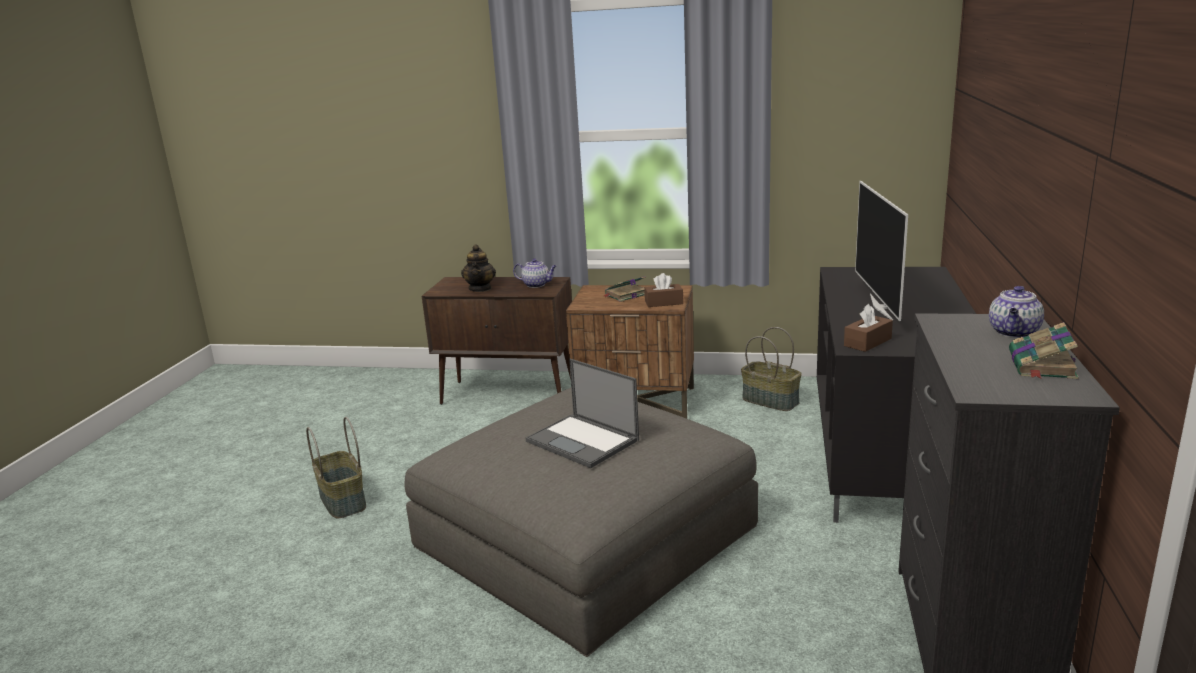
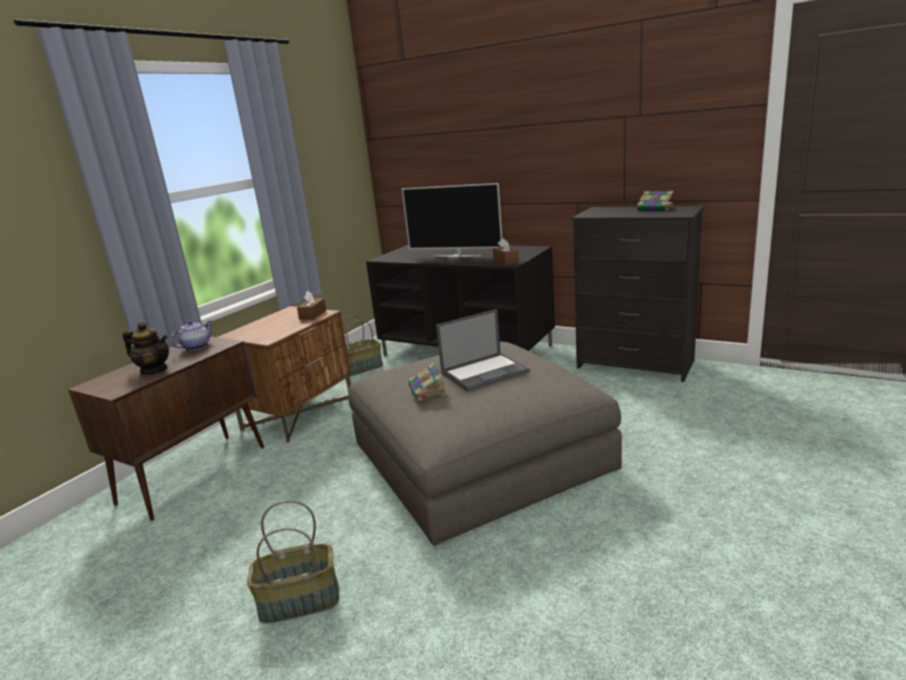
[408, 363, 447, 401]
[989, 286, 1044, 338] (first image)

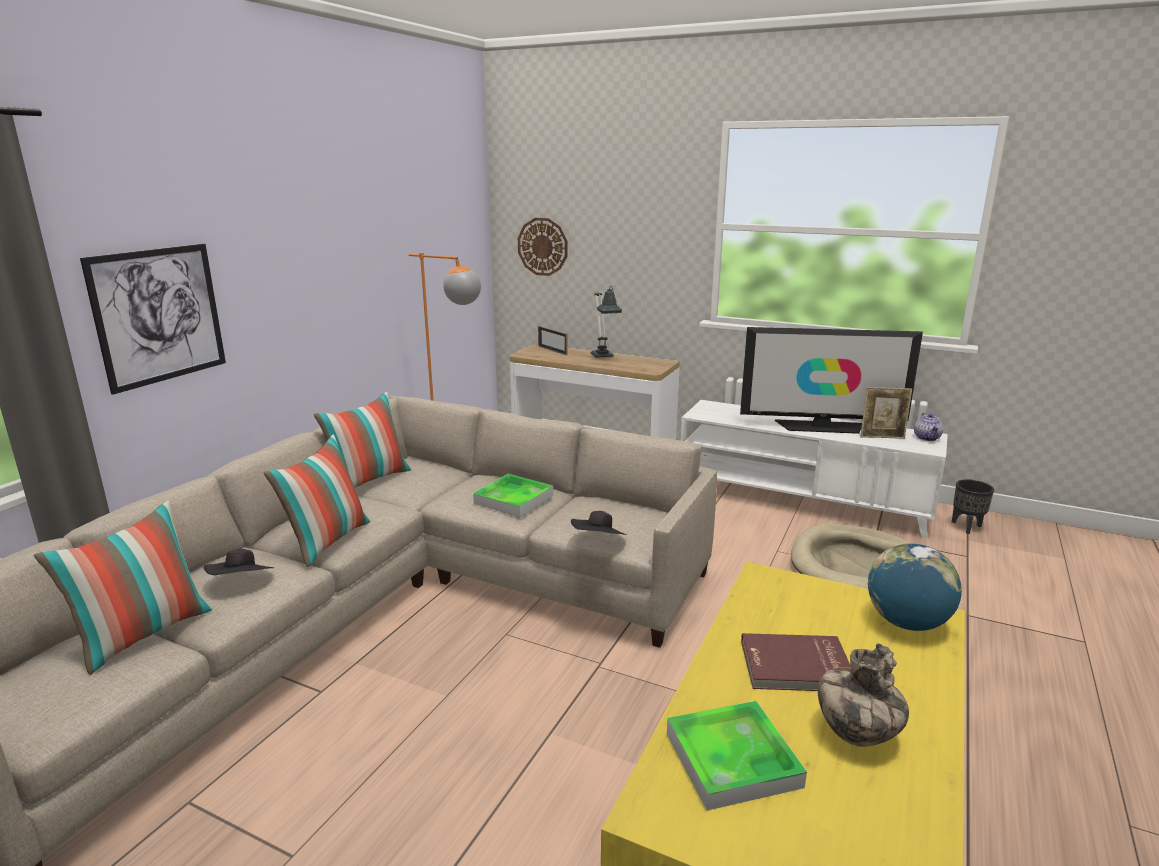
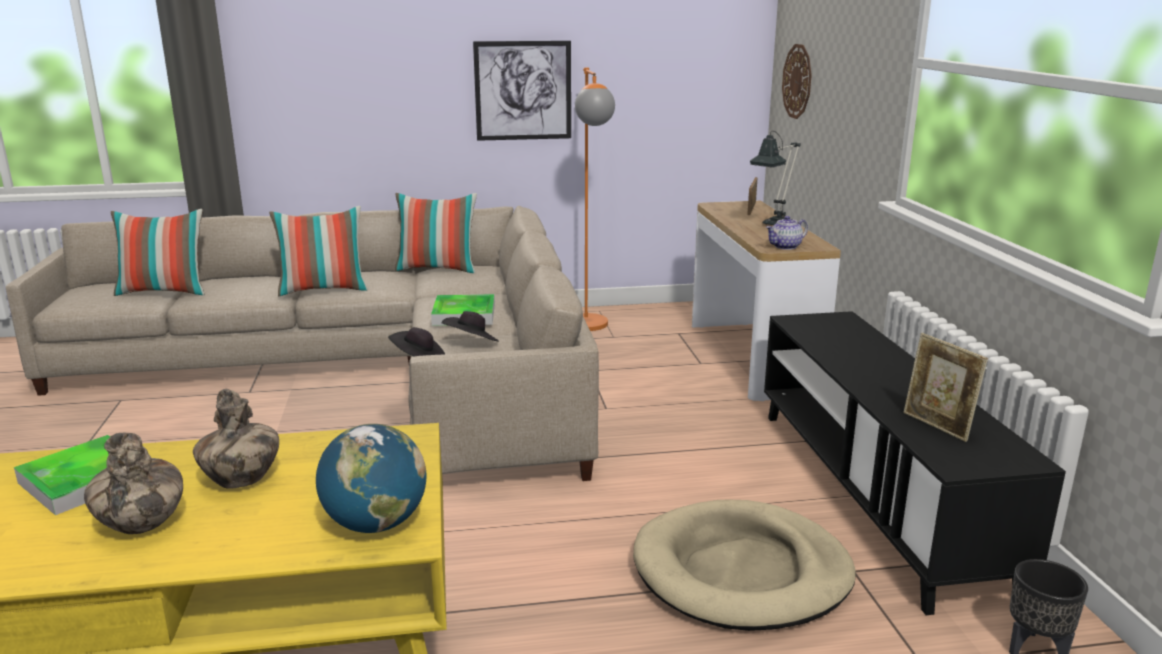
[473, 41, 571, 141]
[442, 311, 499, 342]
[764, 311, 1066, 615]
[740, 327, 923, 434] (first image)
[193, 389, 279, 489]
[766, 216, 808, 250]

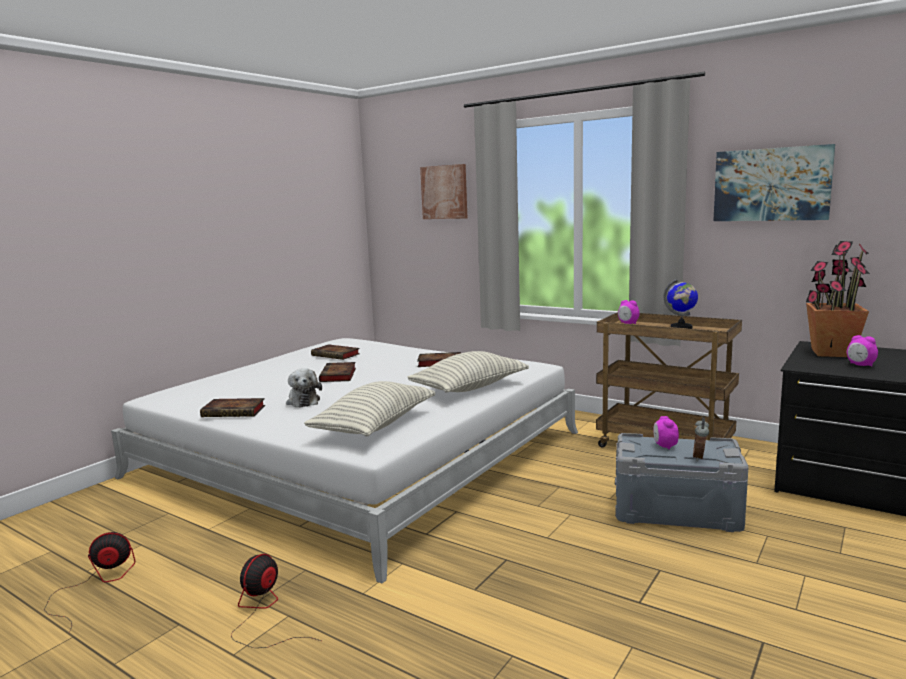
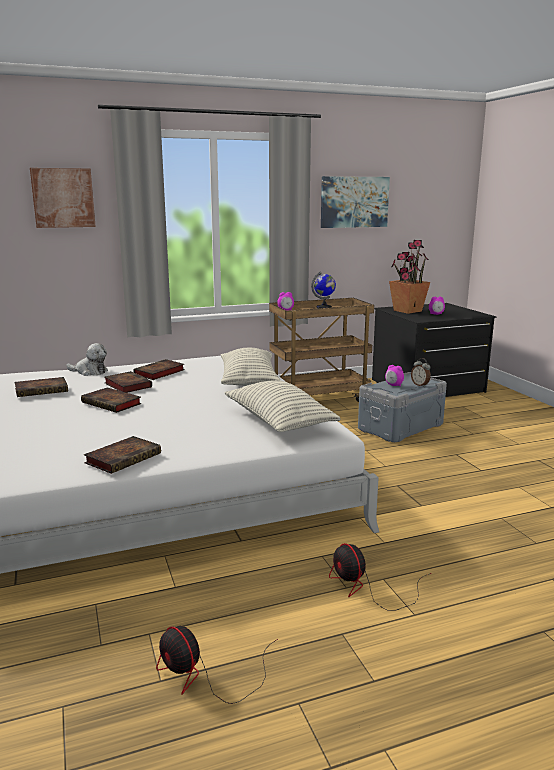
[156, 626, 278, 704]
[66, 343, 108, 376]
[104, 371, 152, 393]

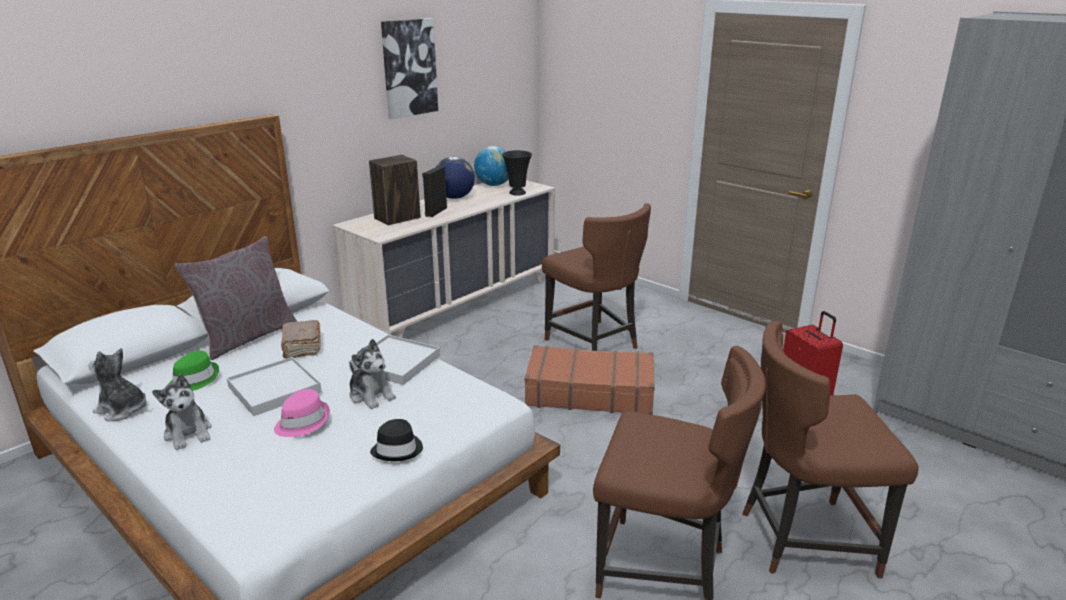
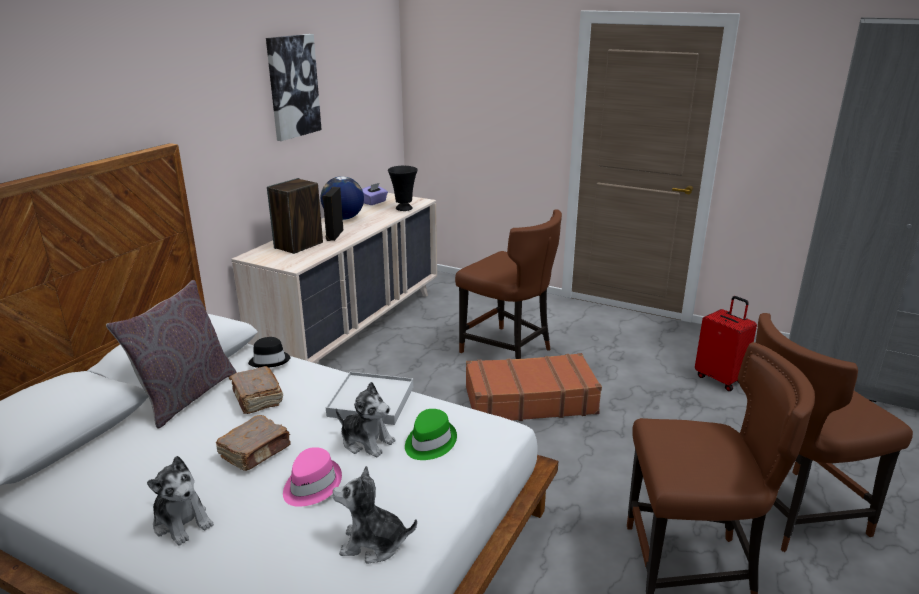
[333, 466, 417, 564]
[405, 409, 457, 460]
[215, 415, 291, 471]
[248, 337, 291, 368]
[362, 183, 388, 205]

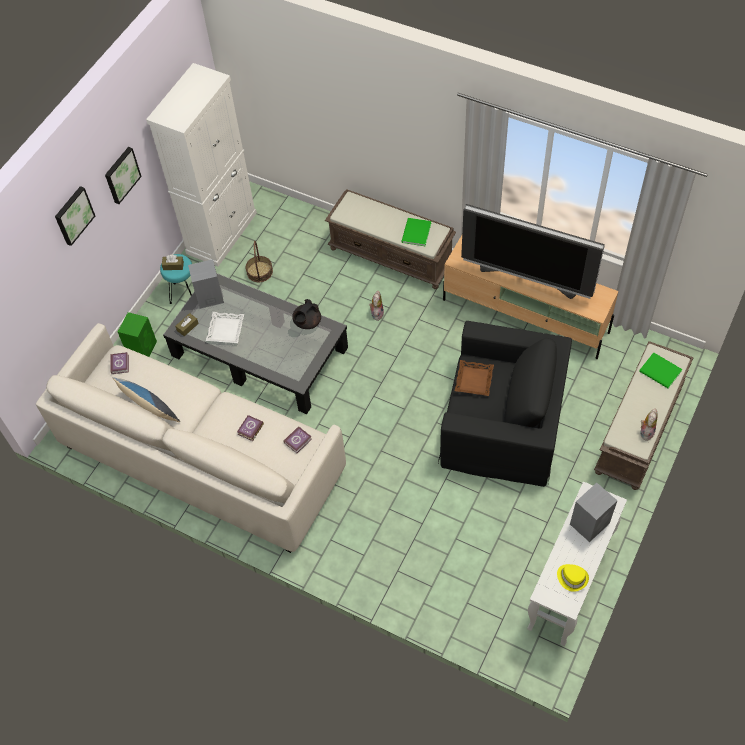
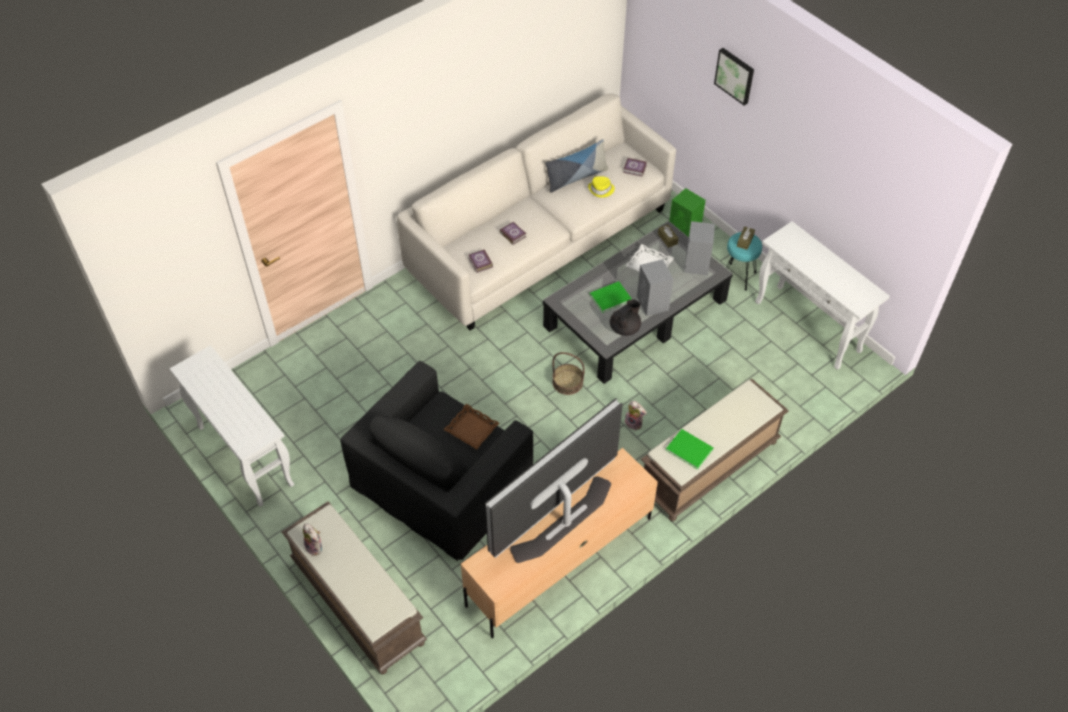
[105, 147, 142, 204] (first image)
[755, 221, 890, 370]
[552, 352, 585, 395]
[610, 300, 641, 336]
[588, 176, 615, 198]
[637, 259, 673, 316]
[589, 281, 632, 313]

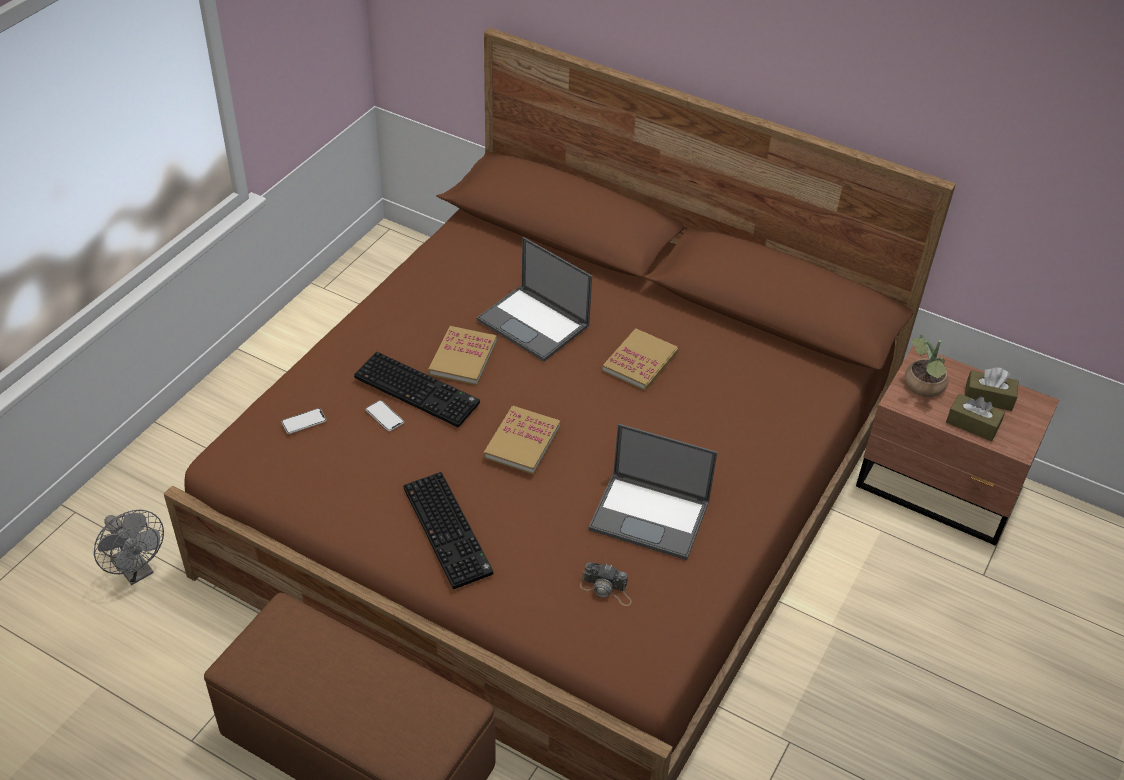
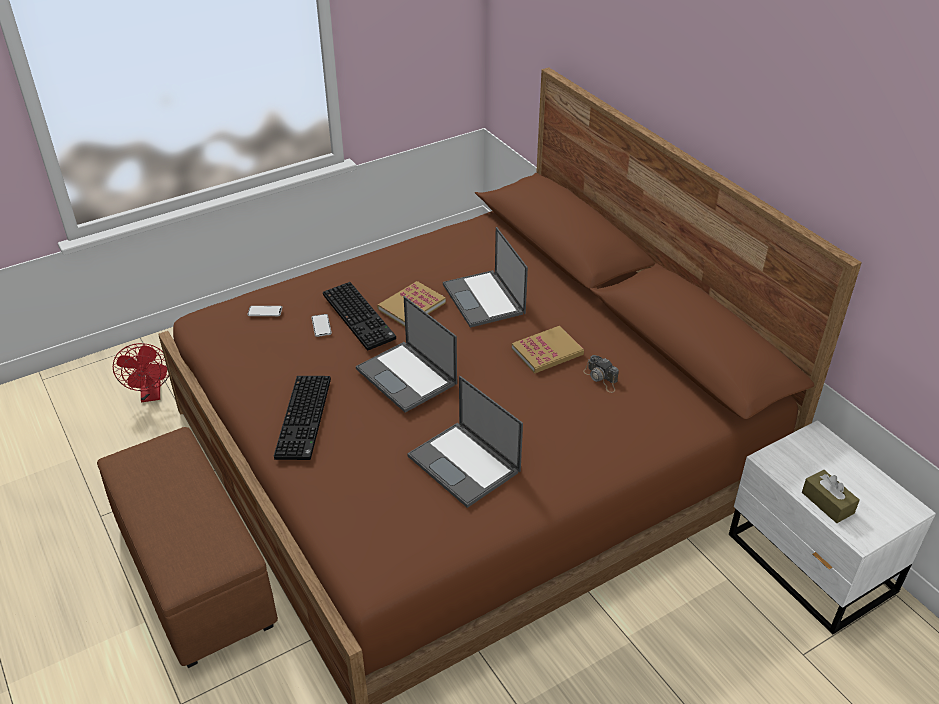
[113, 343, 169, 402]
[356, 296, 457, 413]
[583, 355, 619, 393]
[729, 420, 936, 634]
[905, 335, 949, 397] (first image)
[965, 367, 1018, 411] (first image)

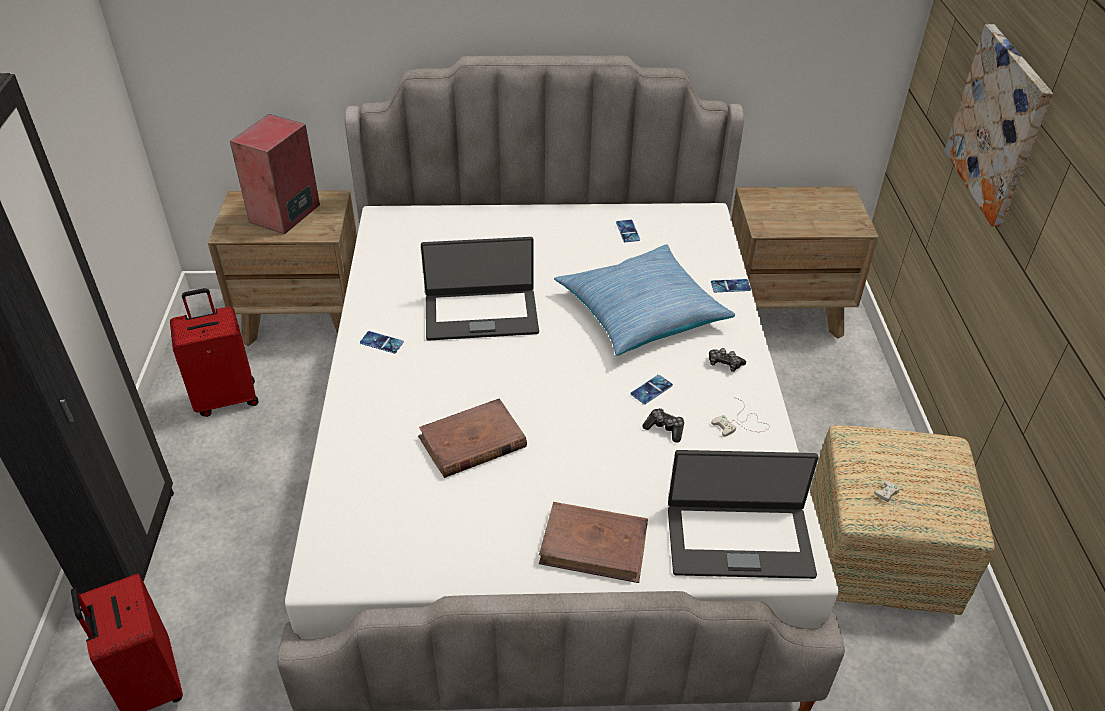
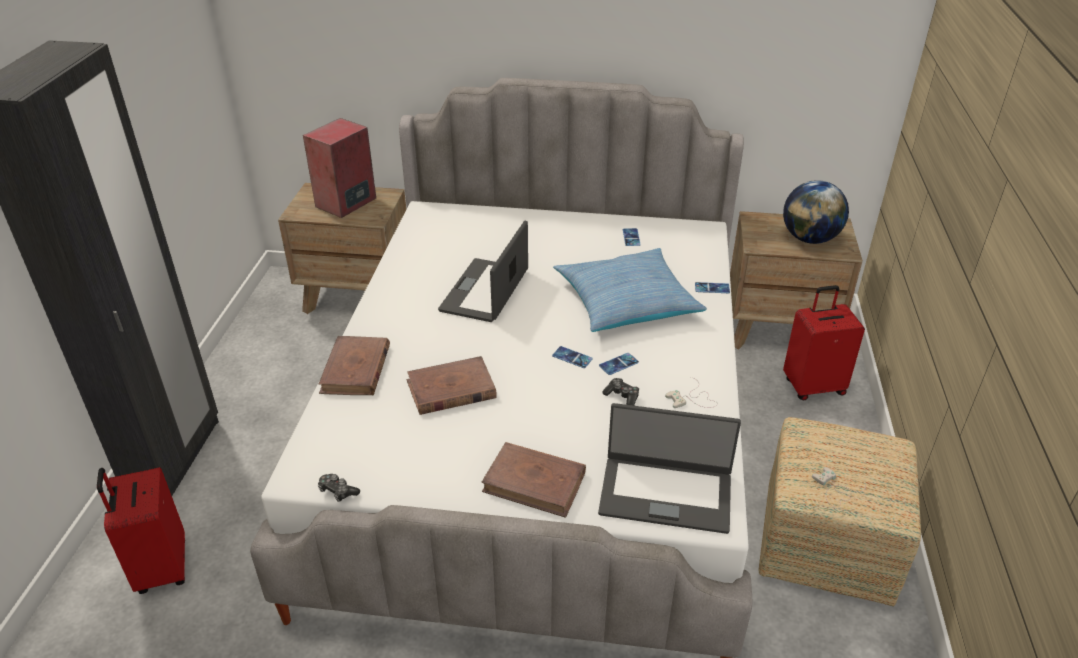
[783, 285, 865, 401]
[552, 346, 593, 368]
[438, 221, 528, 322]
[318, 474, 360, 502]
[944, 24, 1053, 227] (first image)
[319, 336, 390, 395]
[783, 180, 849, 244]

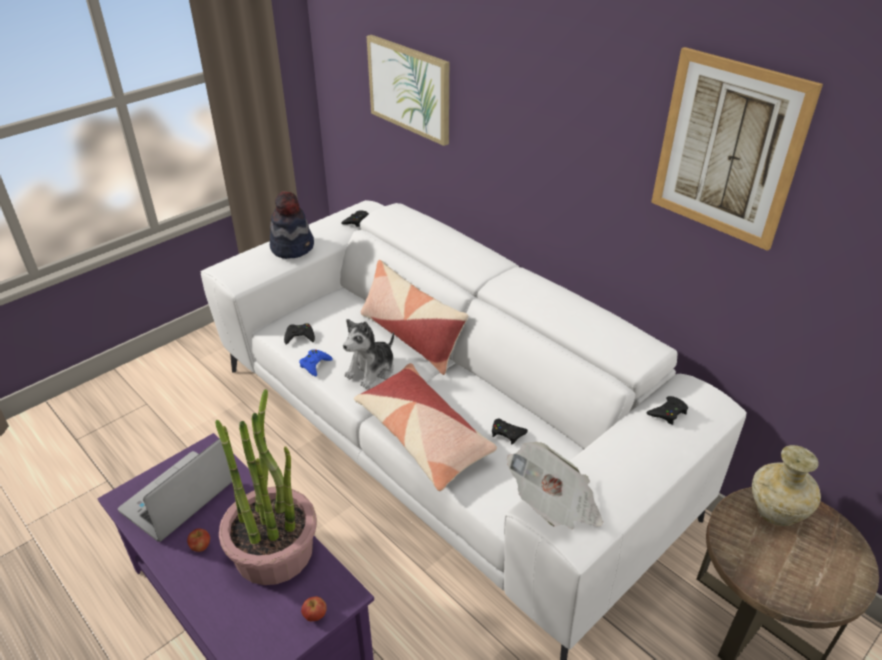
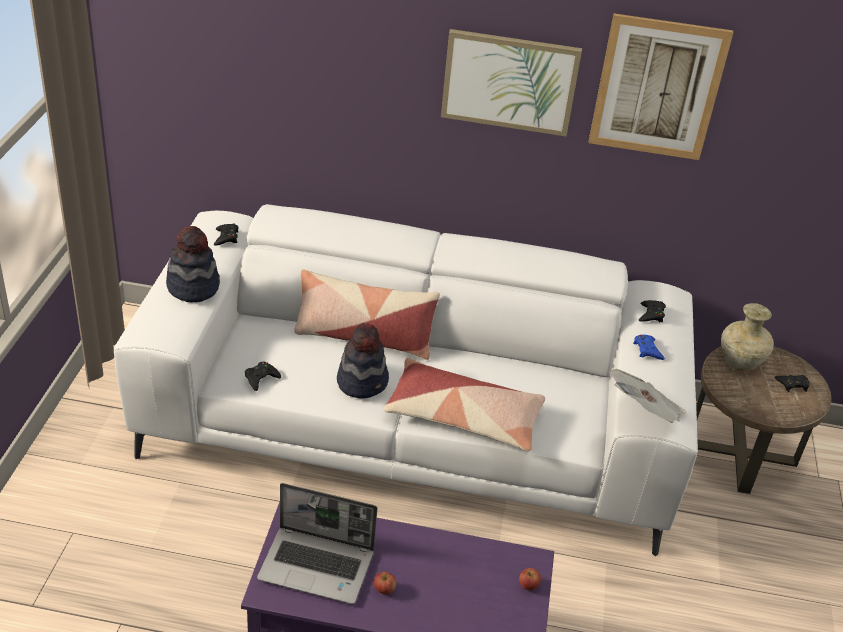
[257, 483, 377, 604]
[215, 389, 317, 585] (first image)
[633, 335, 665, 360]
[337, 323, 389, 399]
[441, 29, 582, 136]
[775, 375, 810, 392]

